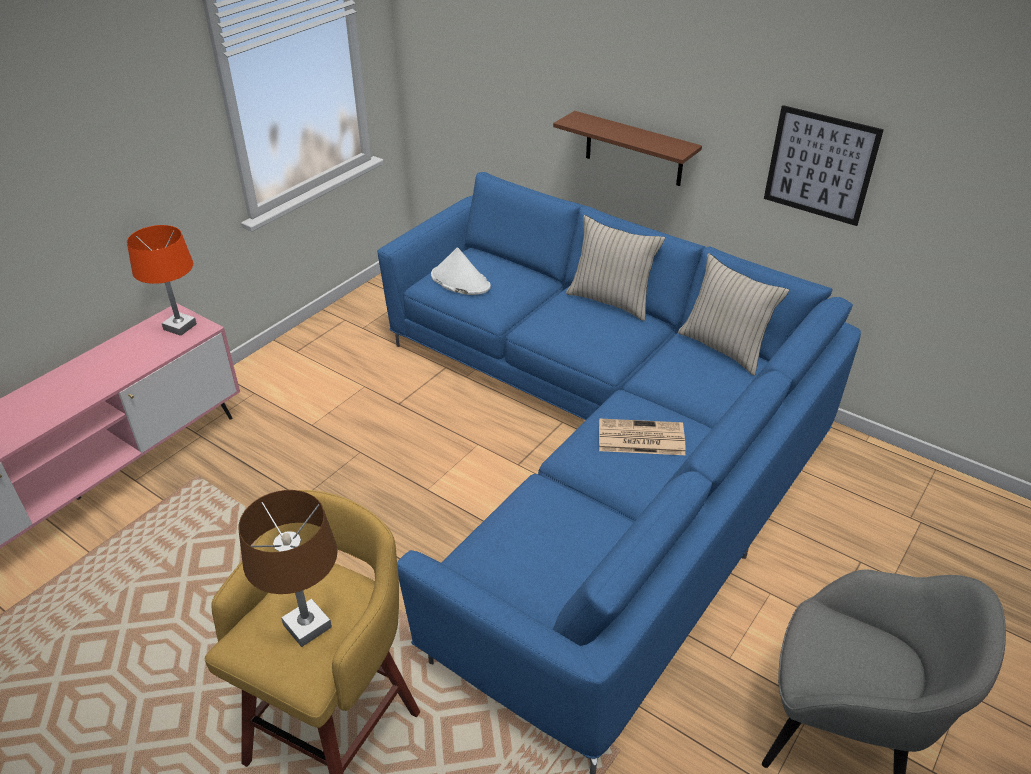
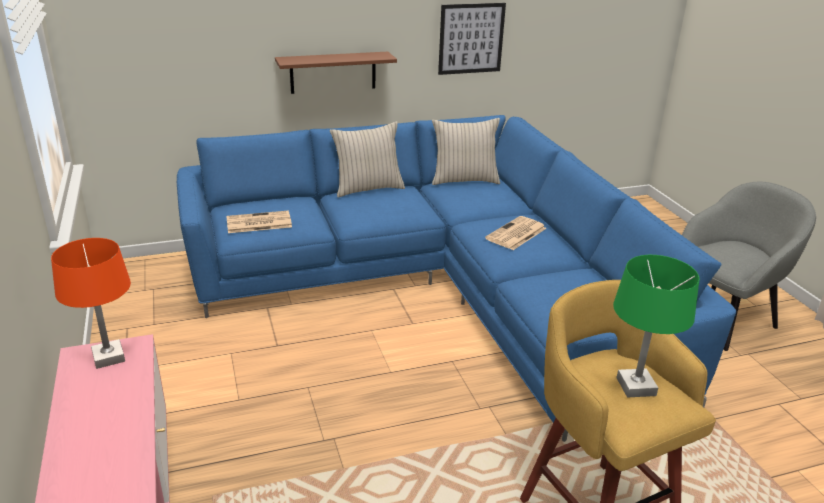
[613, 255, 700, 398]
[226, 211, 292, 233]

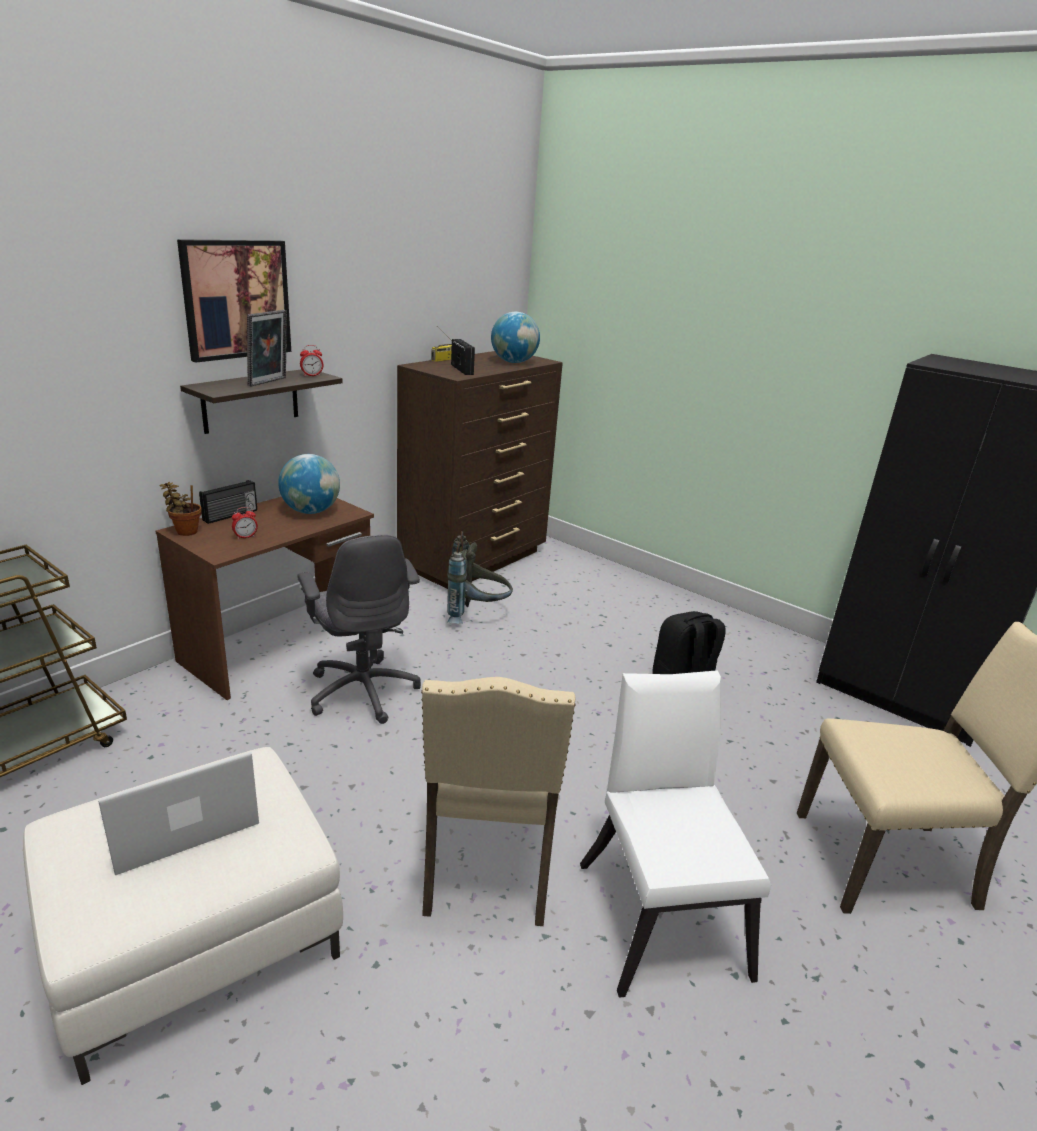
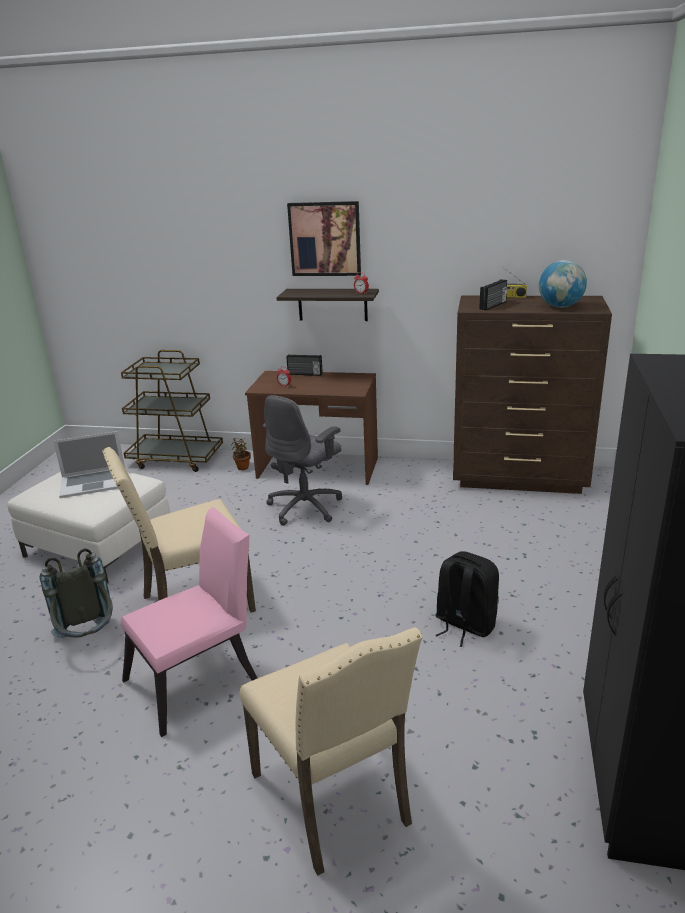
[53, 431, 125, 498]
[231, 438, 251, 470]
[247, 310, 287, 386] (first image)
[278, 454, 340, 514] (first image)
[40, 549, 113, 638]
[121, 507, 258, 737]

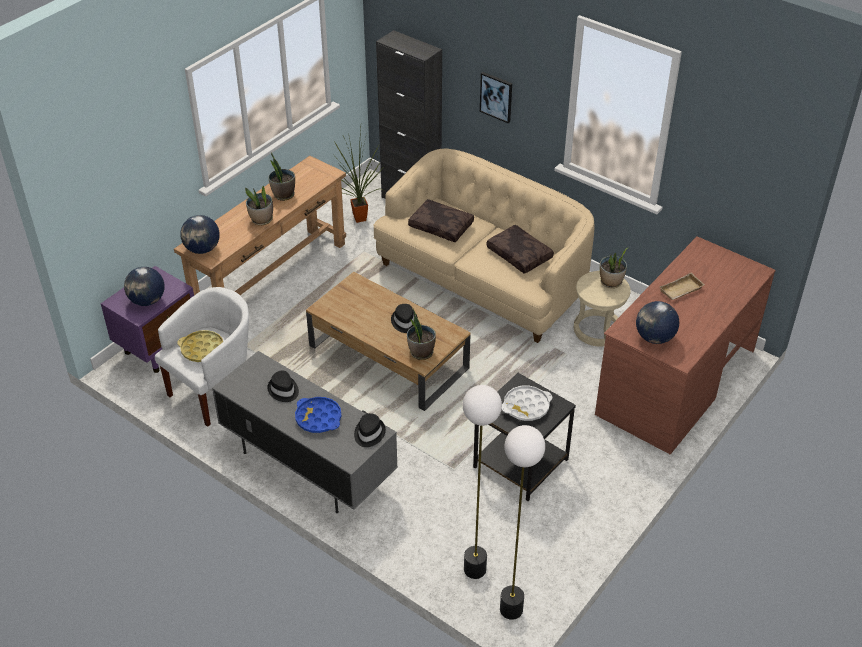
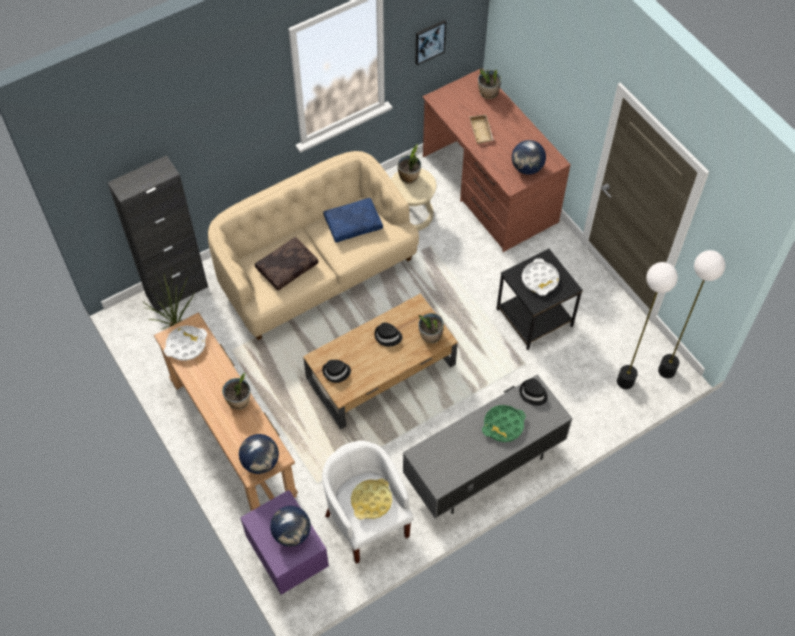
[322, 360, 351, 383]
[478, 68, 501, 99]
[482, 405, 526, 442]
[415, 20, 446, 65]
[323, 198, 383, 243]
[164, 326, 207, 361]

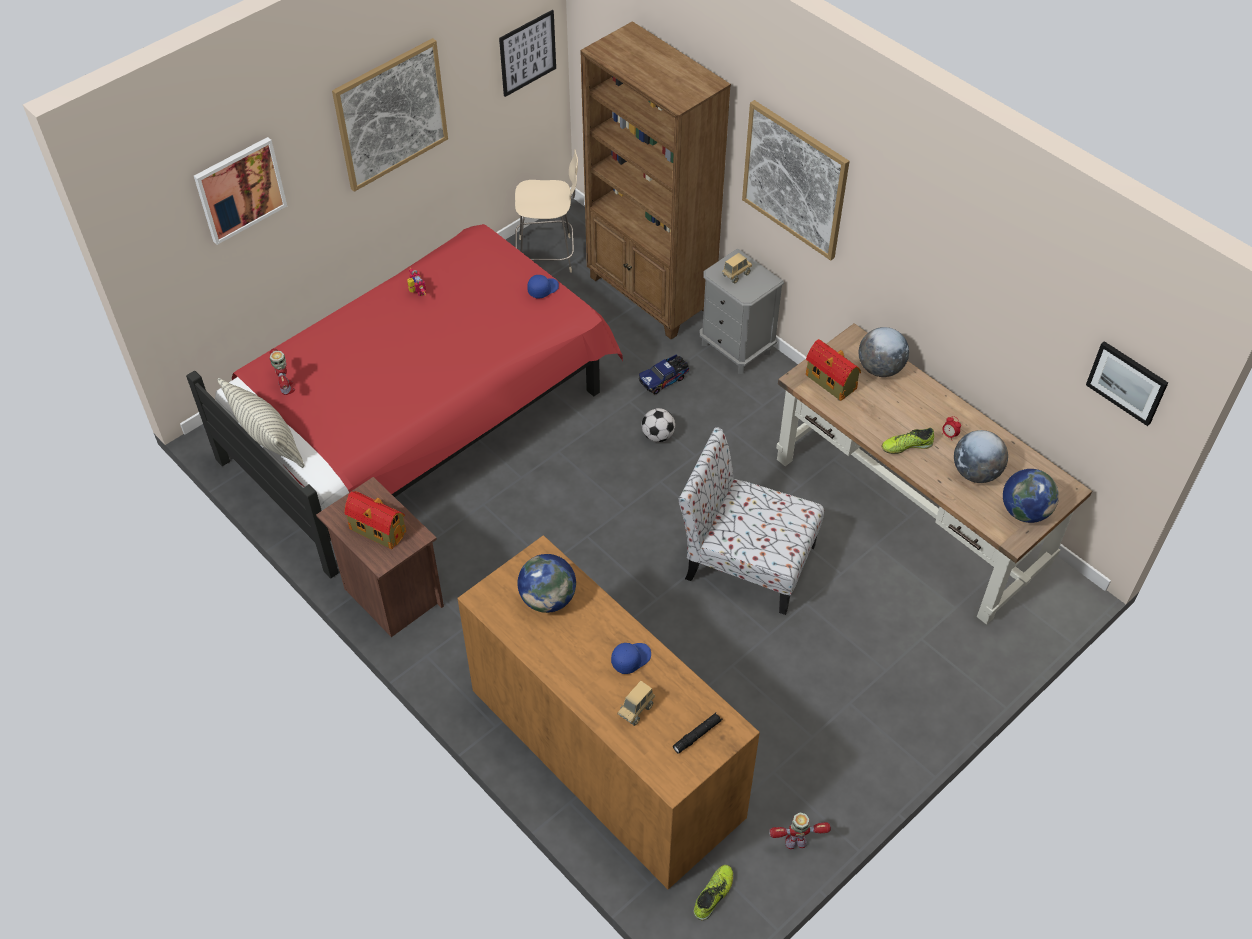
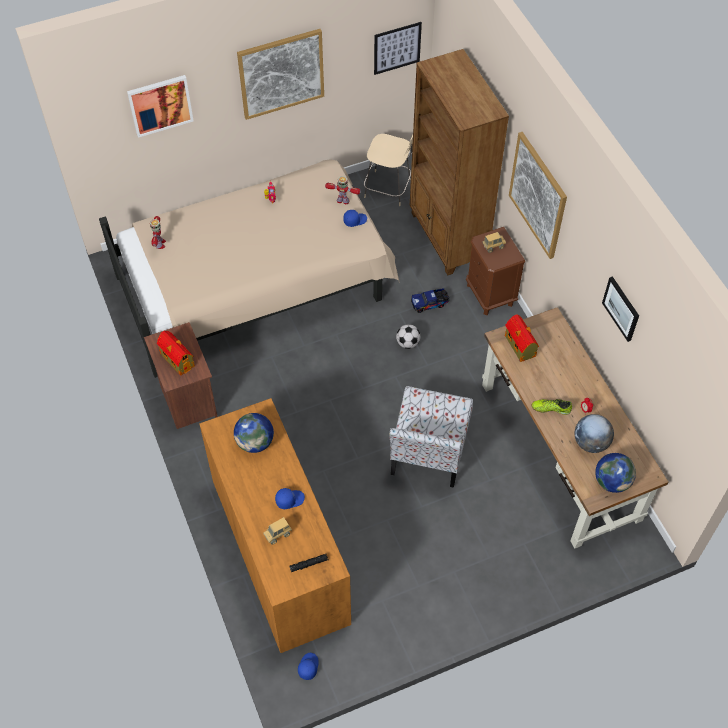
[99, 159, 400, 378]
[218, 378, 305, 468] (first image)
[389, 386, 473, 488]
[298, 653, 319, 680]
[466, 227, 525, 315]
[325, 176, 361, 204]
[859, 327, 909, 377] (first image)
[602, 276, 639, 342]

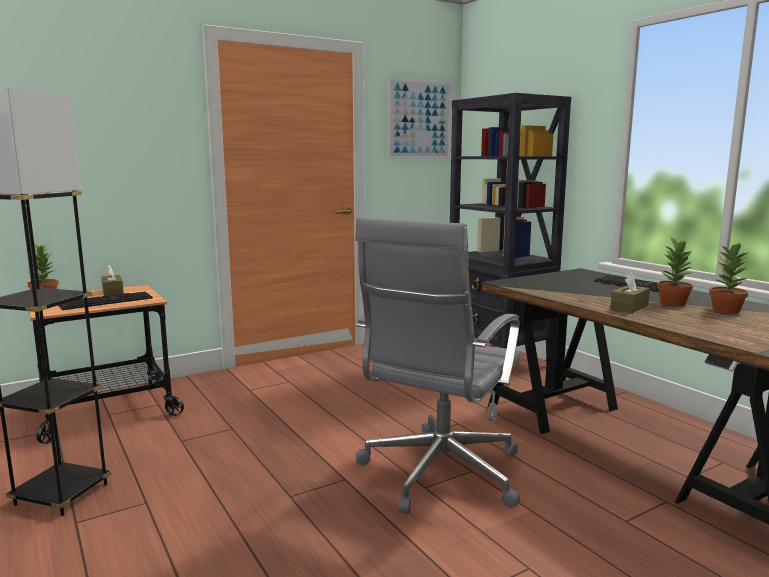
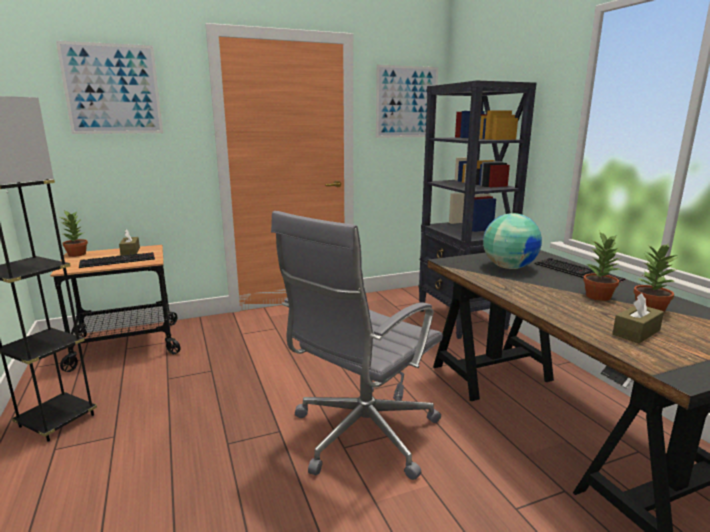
[612, 293, 664, 343]
[56, 41, 163, 134]
[483, 213, 542, 269]

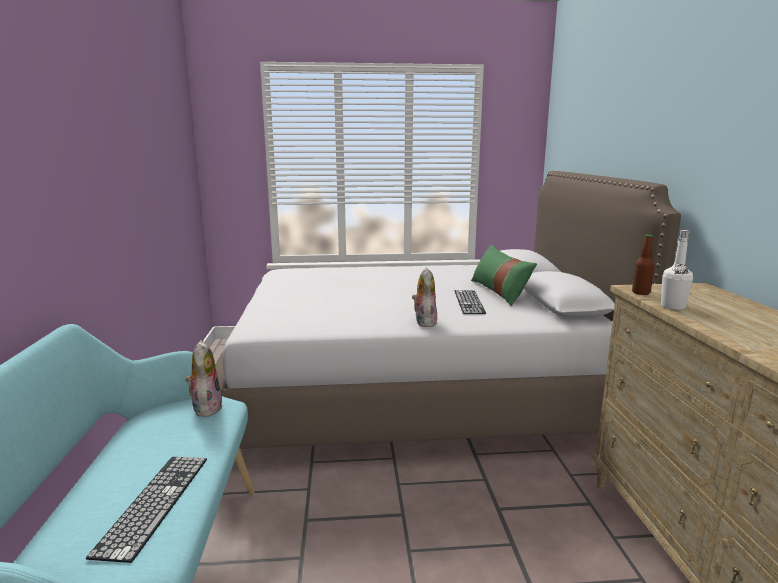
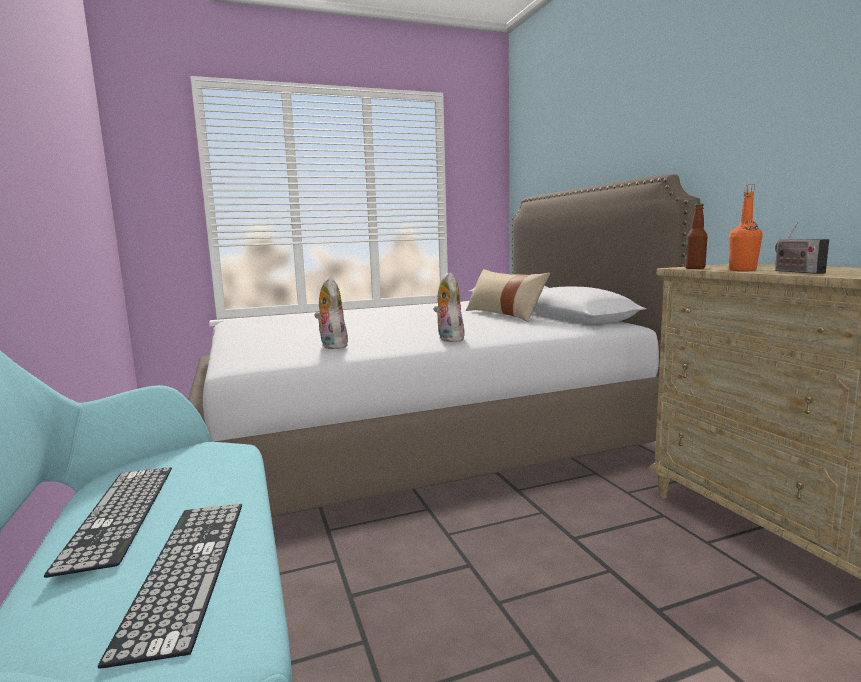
[314, 277, 348, 349]
[44, 467, 172, 578]
[466, 269, 550, 322]
[729, 185, 762, 271]
[775, 222, 829, 274]

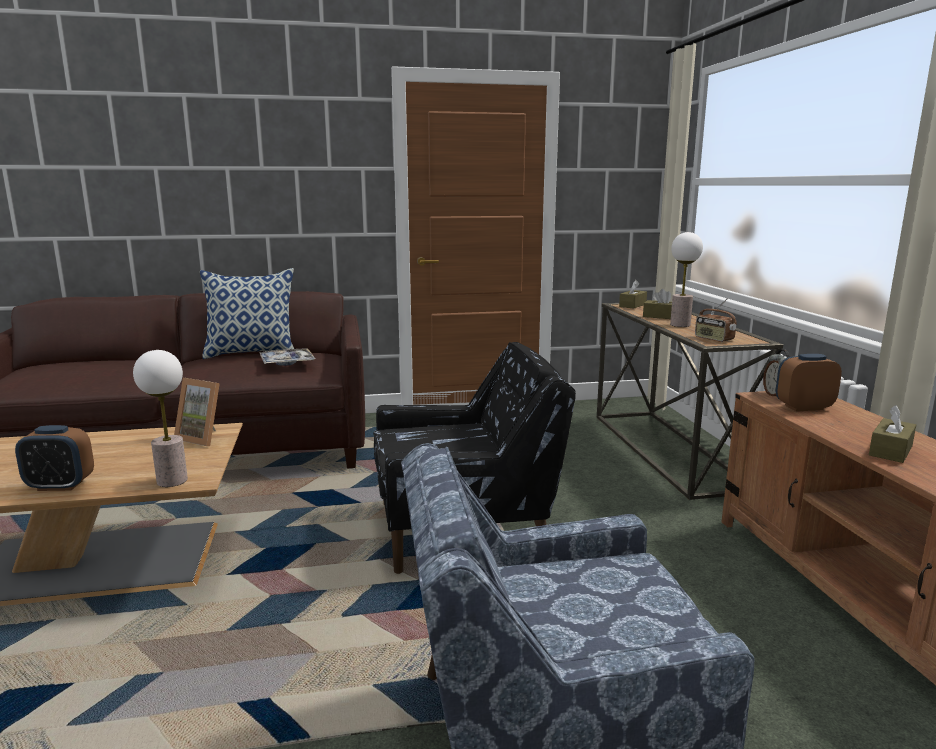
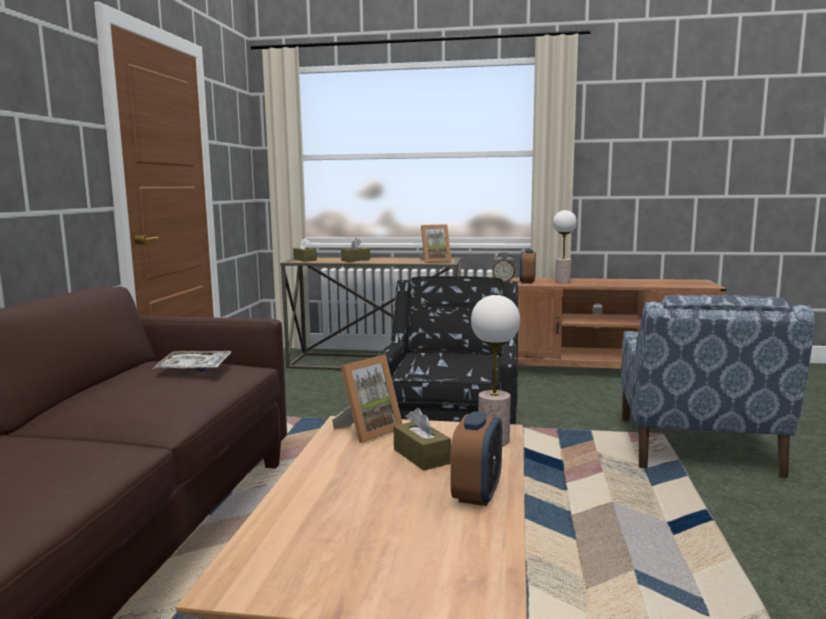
[200, 268, 294, 359] (first image)
[553, 210, 577, 283]
[420, 224, 451, 263]
[394, 408, 451, 471]

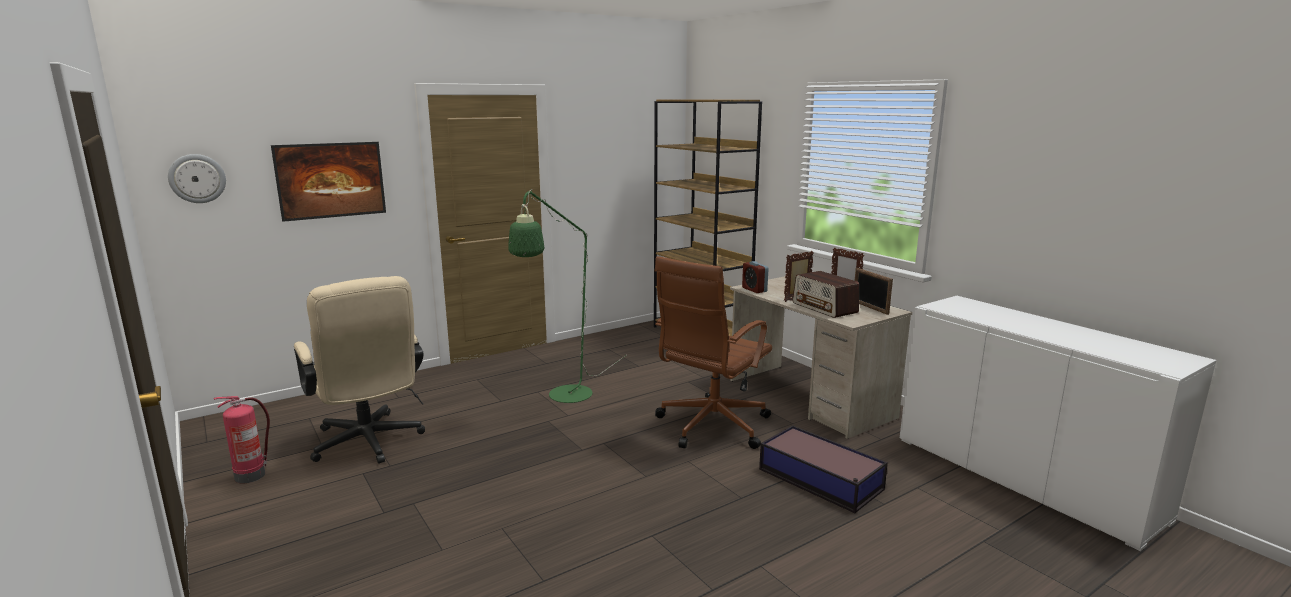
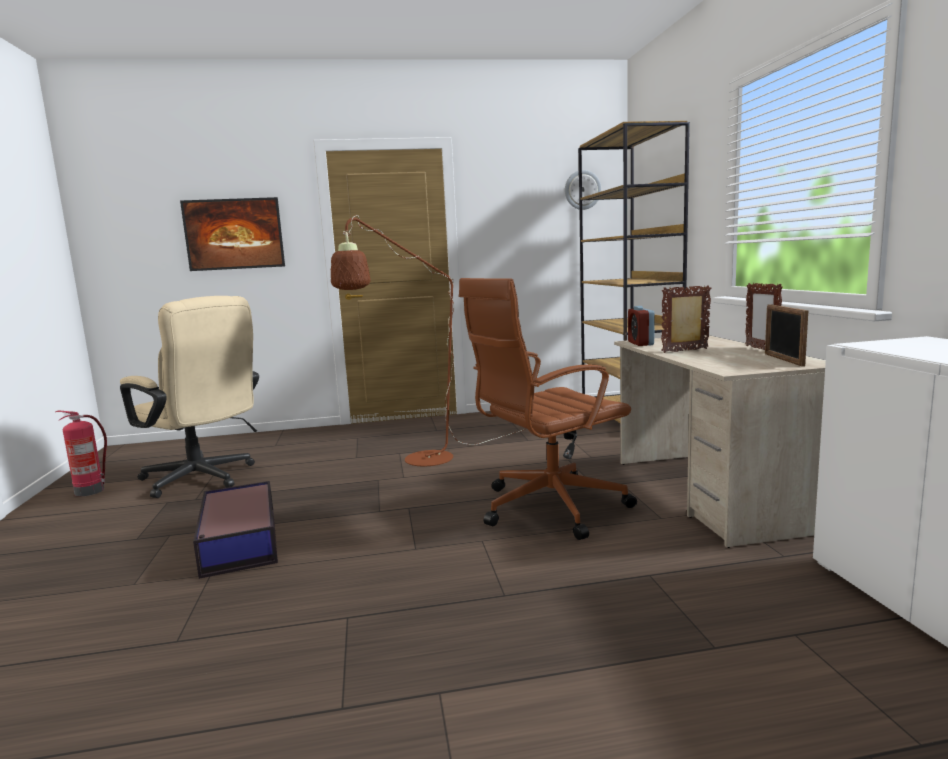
[565, 170, 601, 210]
[120, 296, 259, 498]
[331, 215, 526, 466]
[193, 481, 278, 579]
[793, 271, 859, 318] (first image)

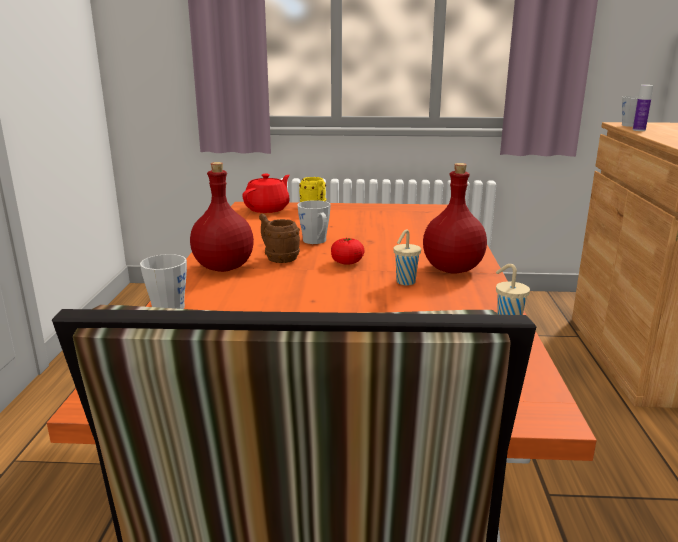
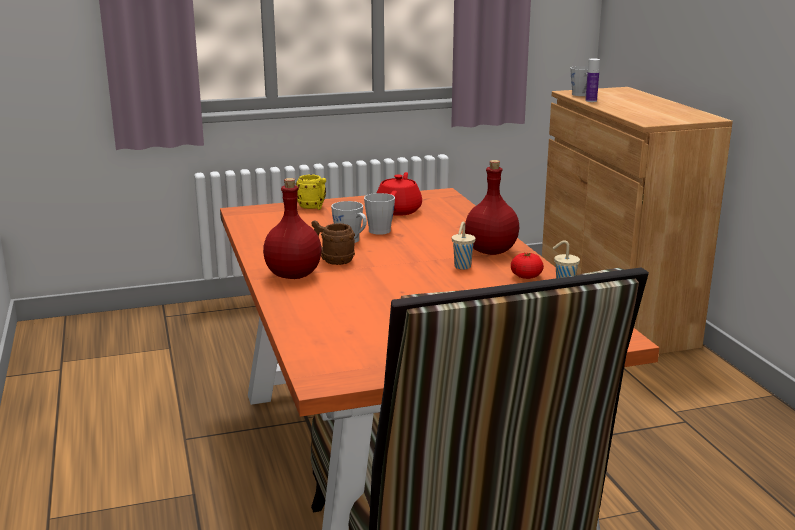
[364, 193, 395, 235]
[377, 172, 422, 216]
[511, 253, 544, 279]

